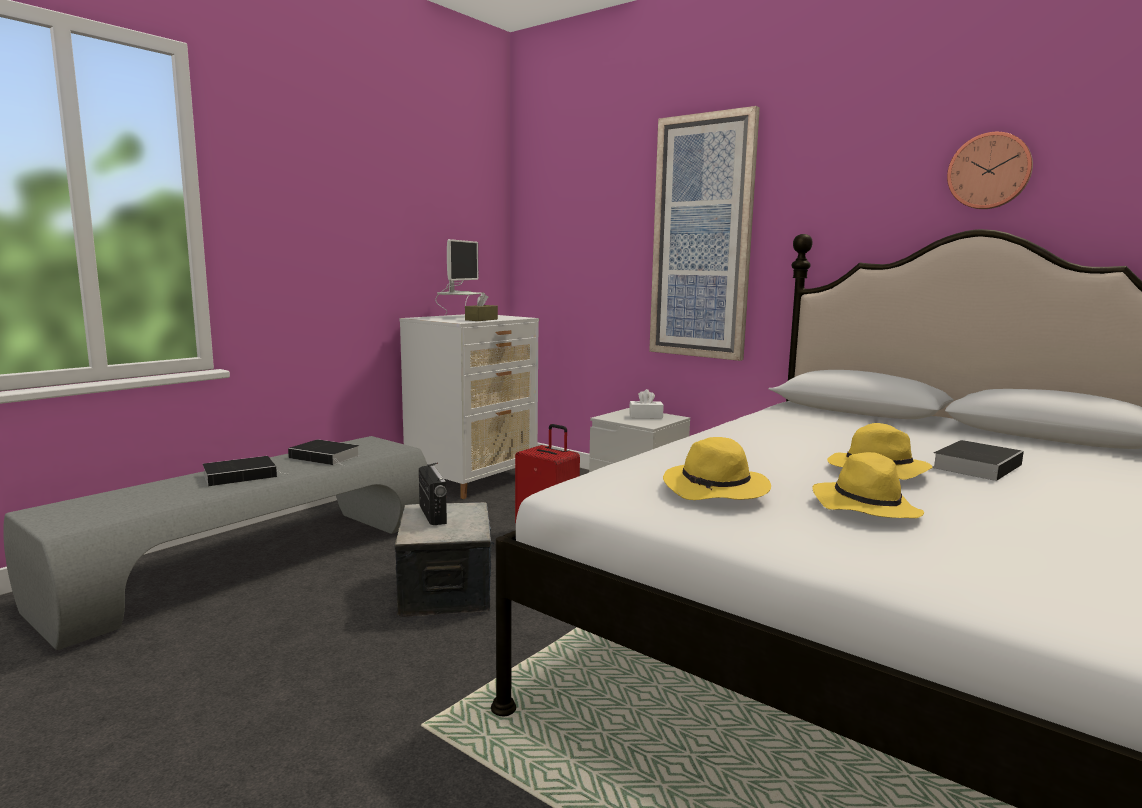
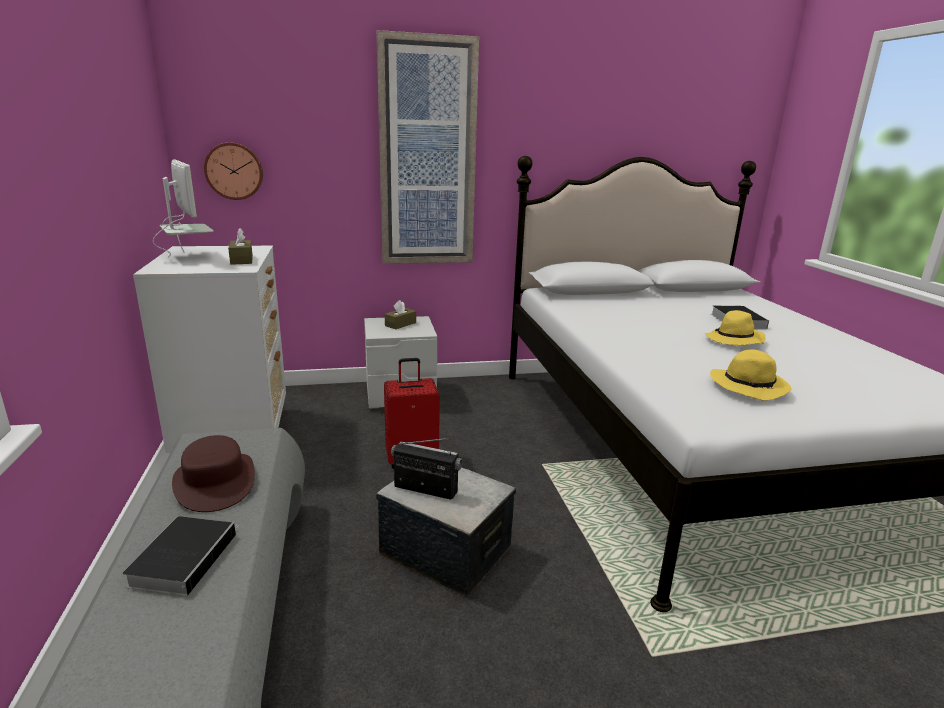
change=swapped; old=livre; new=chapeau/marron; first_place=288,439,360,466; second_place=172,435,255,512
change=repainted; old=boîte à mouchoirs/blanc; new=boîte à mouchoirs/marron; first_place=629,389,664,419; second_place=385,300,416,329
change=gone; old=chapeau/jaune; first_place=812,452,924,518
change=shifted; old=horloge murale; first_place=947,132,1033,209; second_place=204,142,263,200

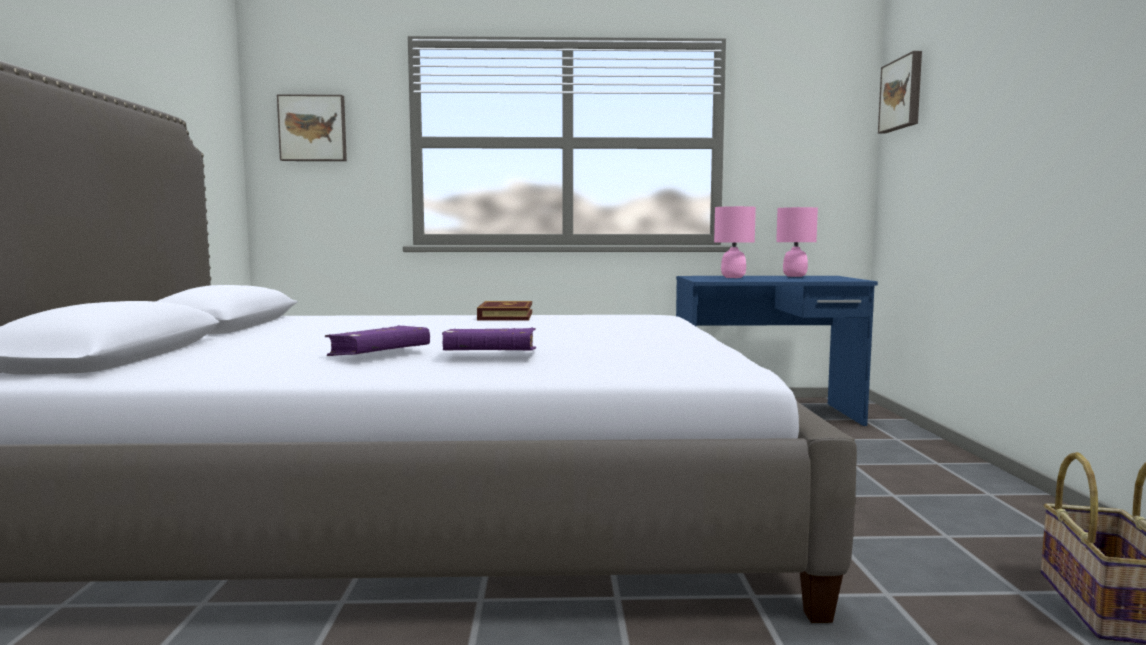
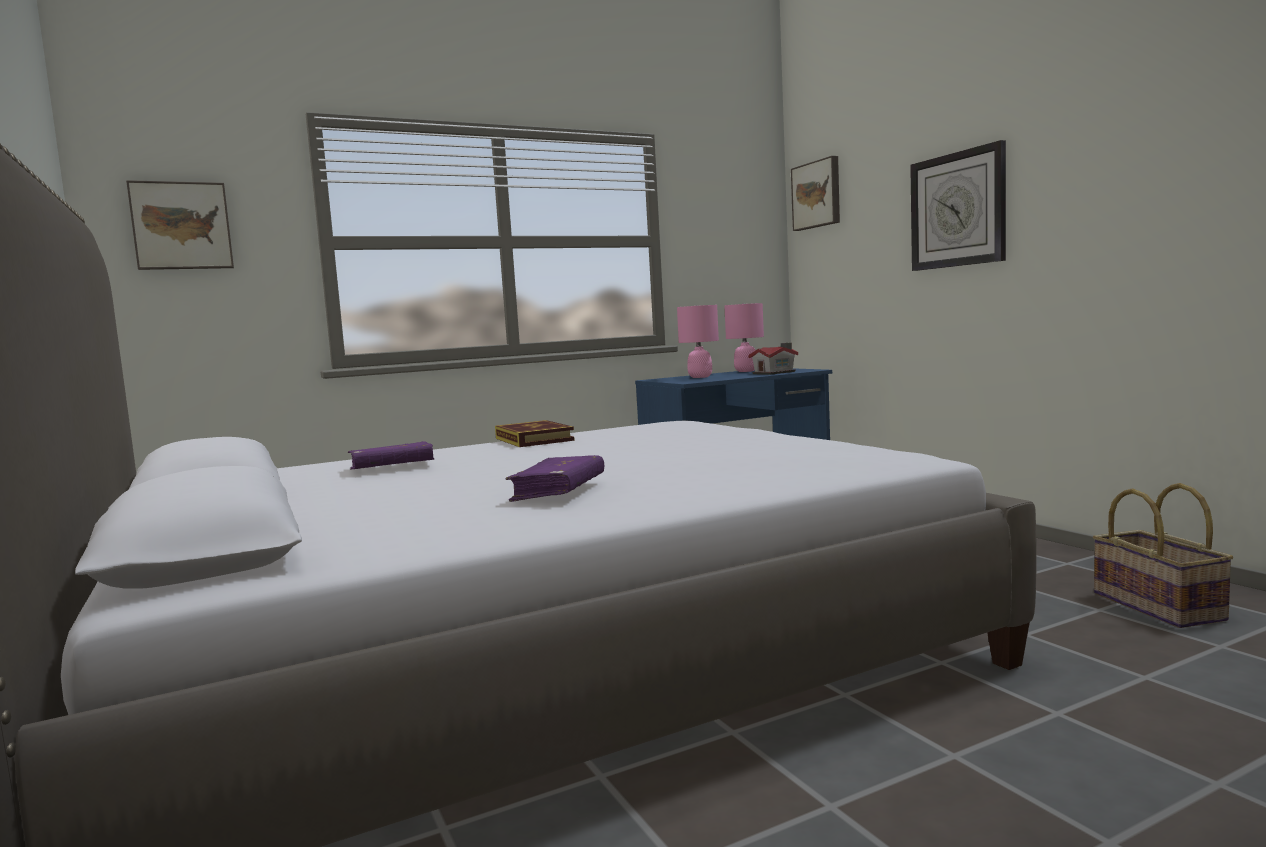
change=shifted; old=livre/violet; first_place=442,328,536,351; second_place=348,441,434,469
change=new; new=maison miniature; second_place=748,343,798,375
change=new; new=horloge murale; second_place=910,140,1006,271

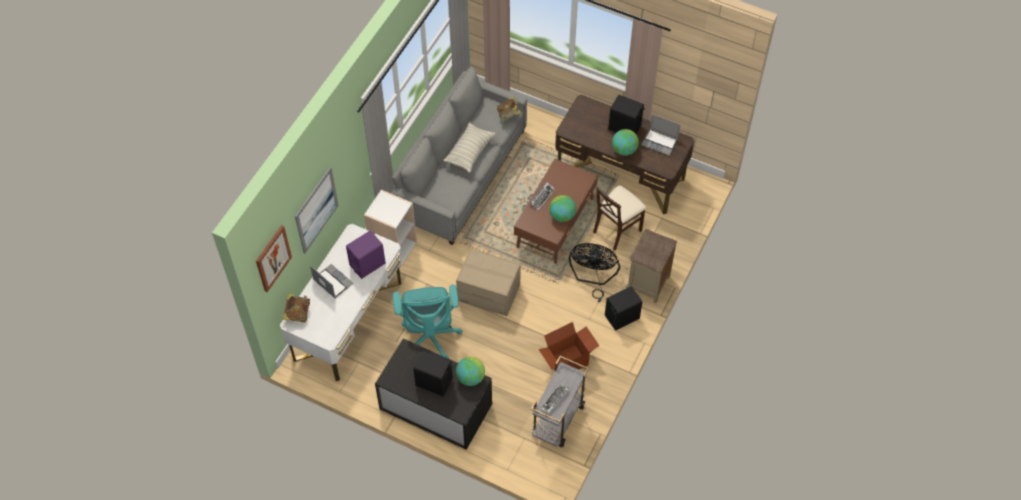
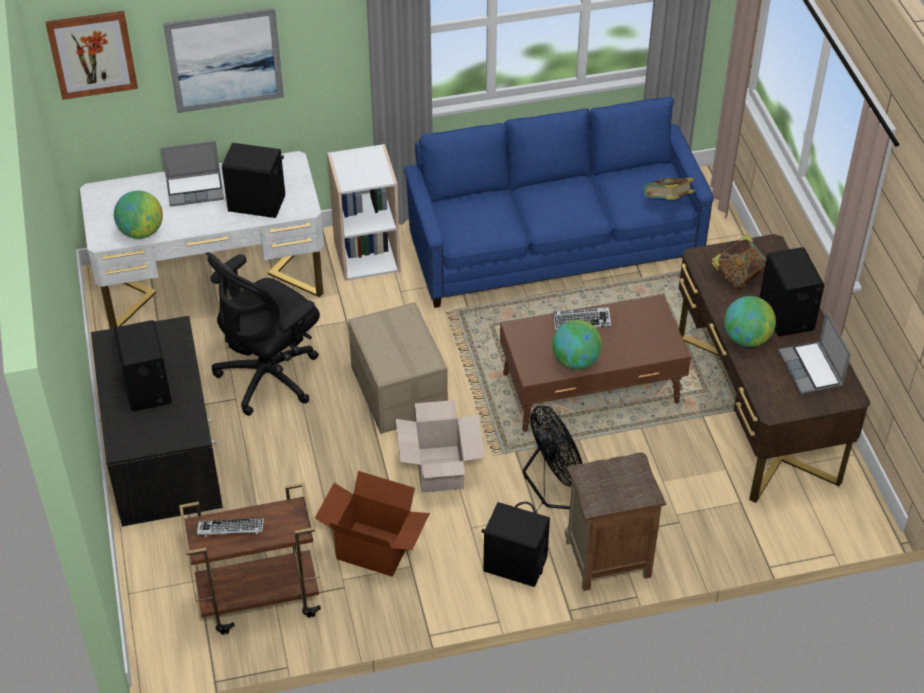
change=shifted; old=livre; first_place=282,294,310,323; second_place=711,234,767,291
change=rotated; old=ordinateur portable; first_place=310,264,353,298; second_place=161,141,224,206; degrees=75
change=repainted; old=enceinte/violet; new=enceinte/noir; first_place=346,230,386,279; second_place=222,143,285,218
change=repainted; old=canapé/gris; new=canapé/bleu; first_place=391,66,527,245; second_place=404,97,714,308
change=repainted; old=chaise de bureau/turquoise; new=chaise de bureau/noir; first_place=393,284,463,359; second_place=206,252,320,416
change=gone; old=coussin; first_place=443,122,496,173
change=shifted; old=globe; first_place=456,357,485,386; second_place=114,191,163,239
change=repainted; old=chariot/gris; new=chariot/marron; first_place=531,356,589,447; second_place=179,482,321,635
change=gone; old=chaise/beige; first_place=593,185,647,251
change=new; new=carton; second_place=396,400,485,493

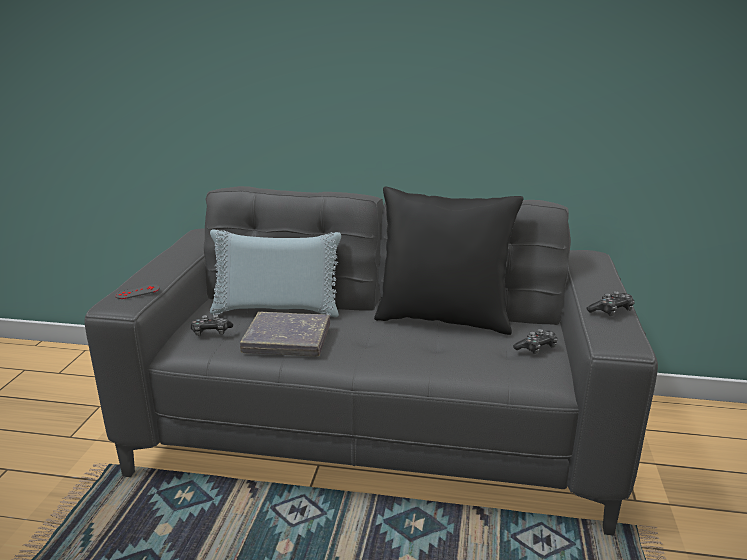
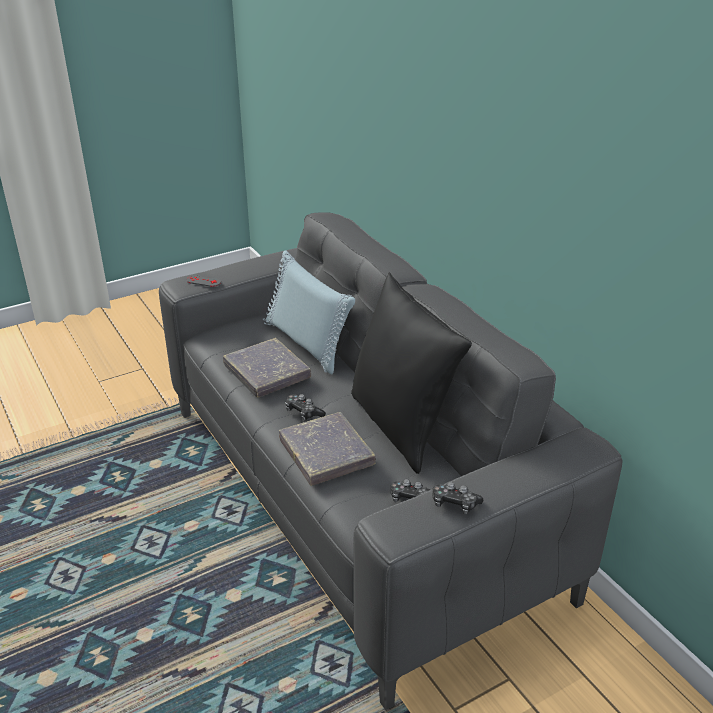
change=shifted; old=manette; first_place=191,315,233,336; second_place=285,394,326,420
change=new; new=livre/gris; second_place=279,412,376,486

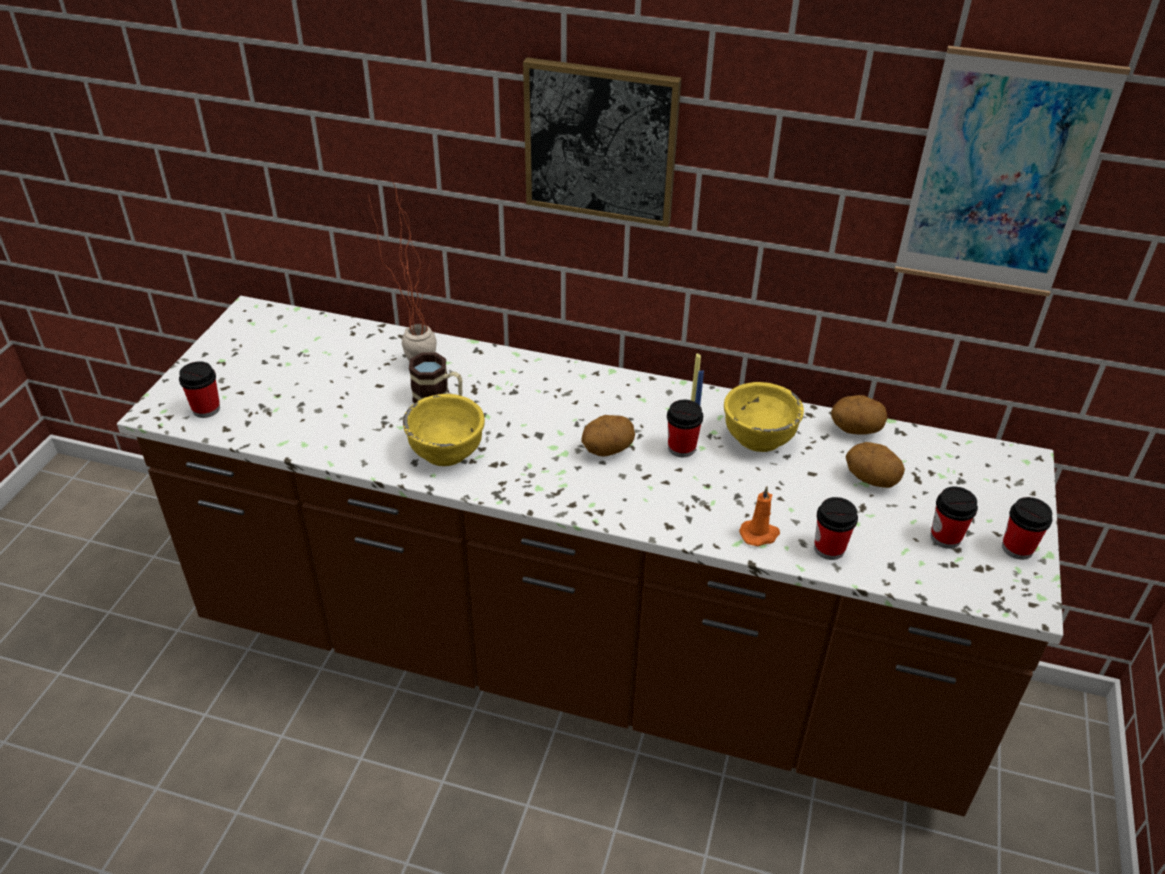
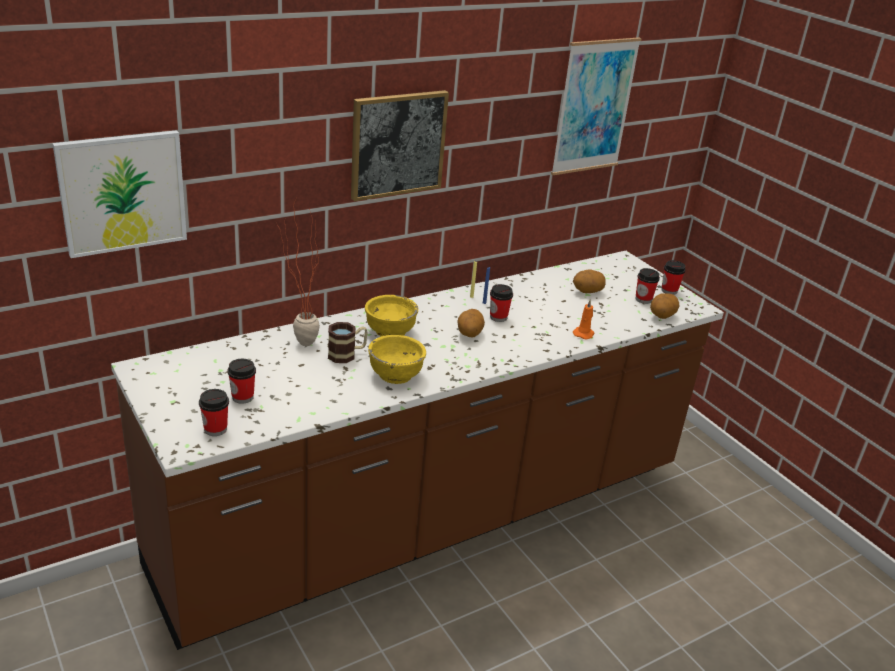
change=shifted; old=bol/jaune; first_place=724,382,804,452; second_place=365,295,418,336
change=shifted; old=tasse; first_place=814,497,858,560; second_place=228,359,256,404
change=shifted; old=pomme de terre; first_place=831,395,888,435; second_place=650,293,679,319
change=new; new=tableau; second_place=53,130,187,258

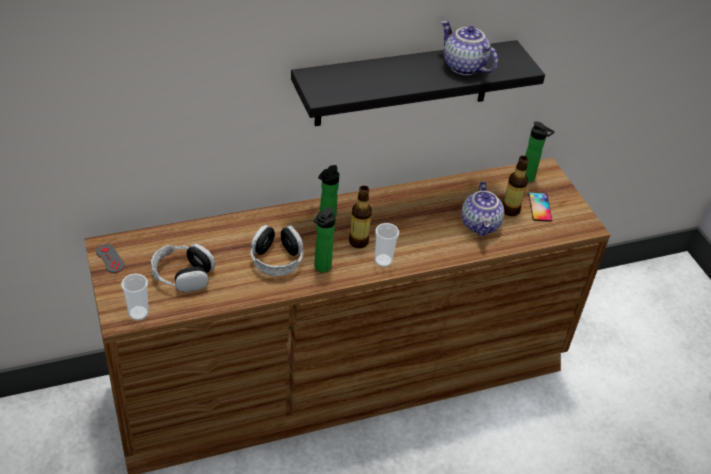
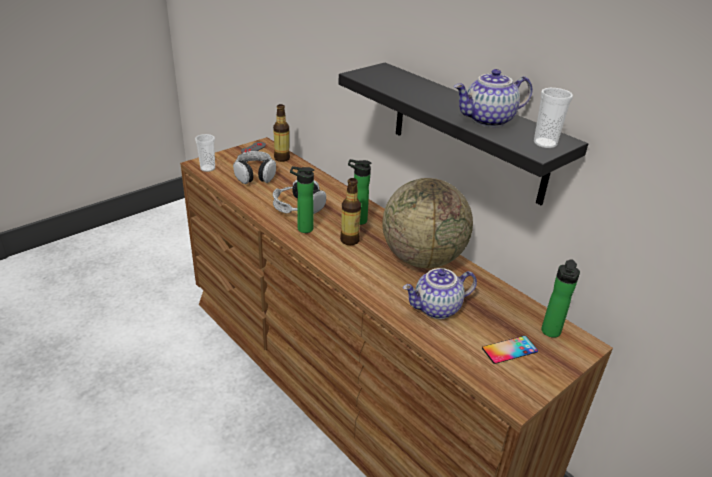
change=shifted; old=tasse; first_place=375,223,399,267; second_place=534,88,573,148
change=rotated; old=théière; first_place=441,20,498,75; second_place=454,69,532,127; degrees=-135
change=shifted; old=bouteille; first_place=503,156,529,216; second_place=273,104,290,162
change=new; new=globe; second_place=382,178,473,268

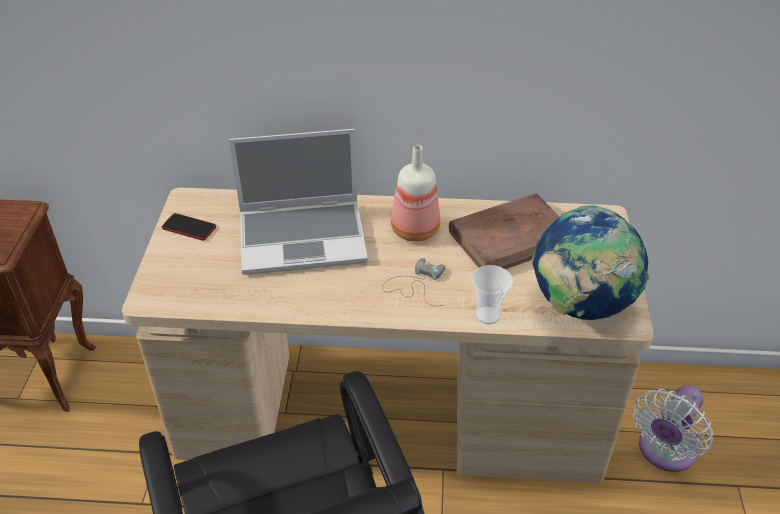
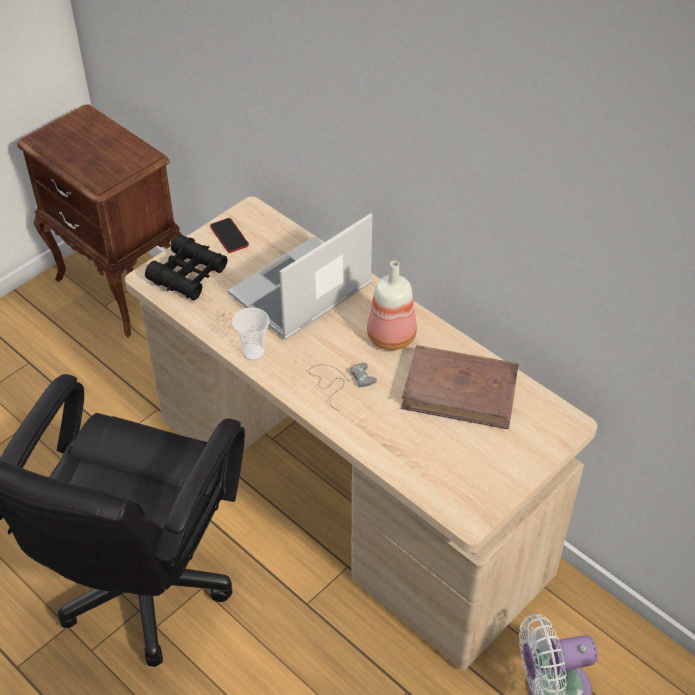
change=rotated; old=ordinateur portable; first_place=229,129,368,275; second_place=228,213,372,340; degrees=105
change=shifted; old=tasse; first_place=472,265,513,325; second_place=232,307,270,361
change=gone; old=globe; first_place=532,205,650,320
change=new; new=jumelles/noir; second_place=145,235,227,300

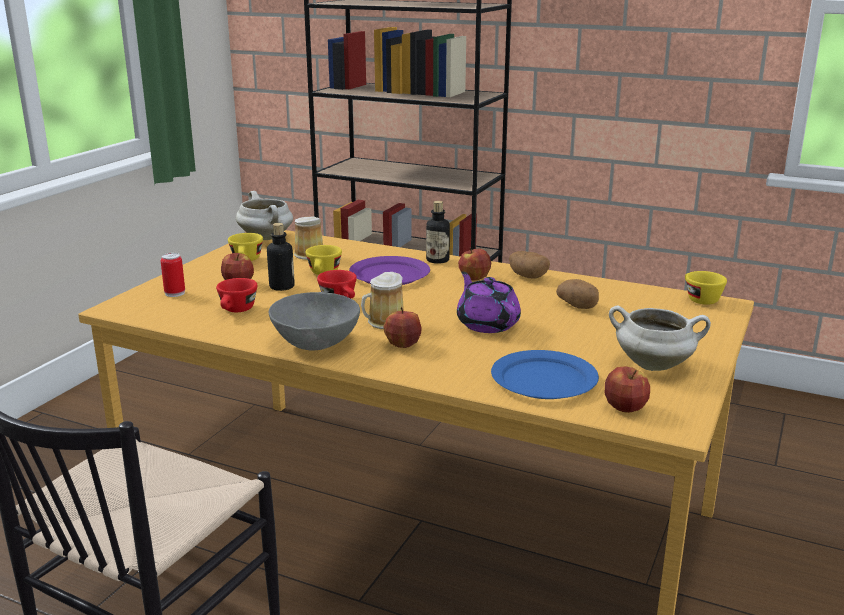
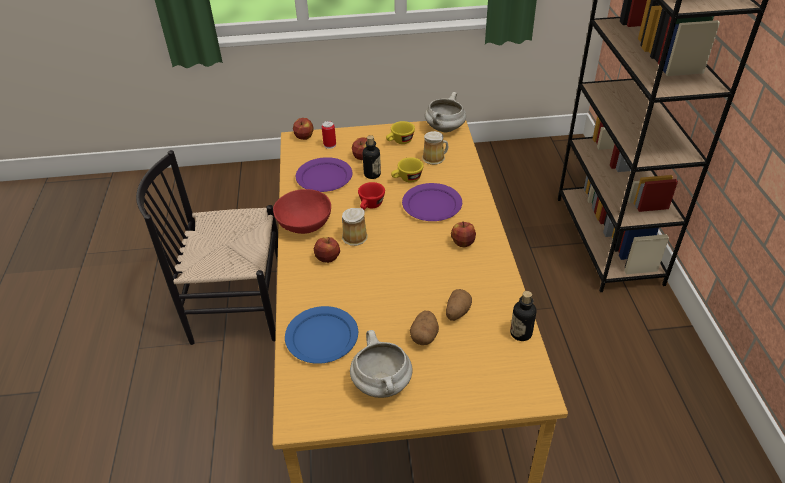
change=swapped; old=tasse/rouge; new=assiette/violet; first_place=216,278,257,312; second_place=296,157,353,192
change=repainted; old=bol/gris; new=bol/rouge; first_place=269,292,360,351; second_place=273,189,331,234
change=shifted; old=bouteille; first_place=426,201,450,264; second_place=510,291,536,341
change=gone; old=théière/violet; first_place=457,272,521,333
change=shifted; old=pomme de terre; first_place=509,251,550,278; second_place=410,311,439,345
change=shifted; old=pomme; first_place=605,367,650,413; second_place=293,118,314,140
change=gone; old=tasse/jaune; first_place=685,271,727,305

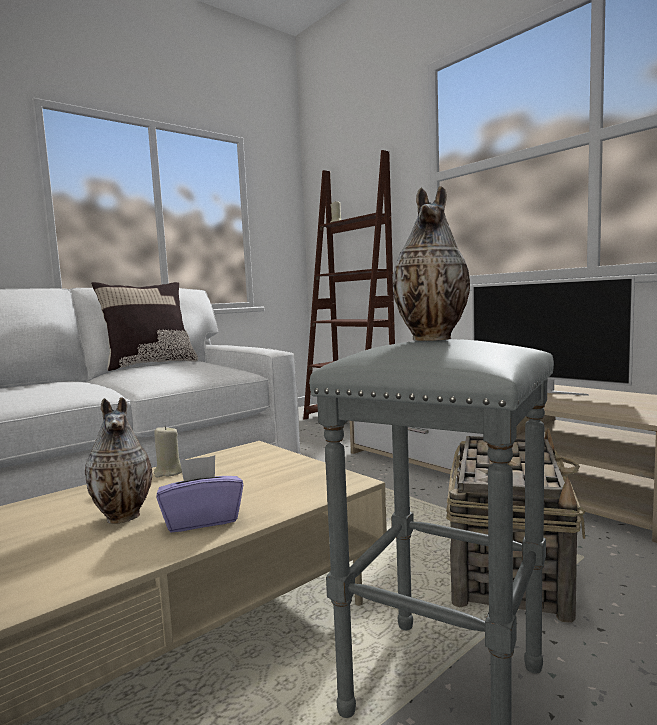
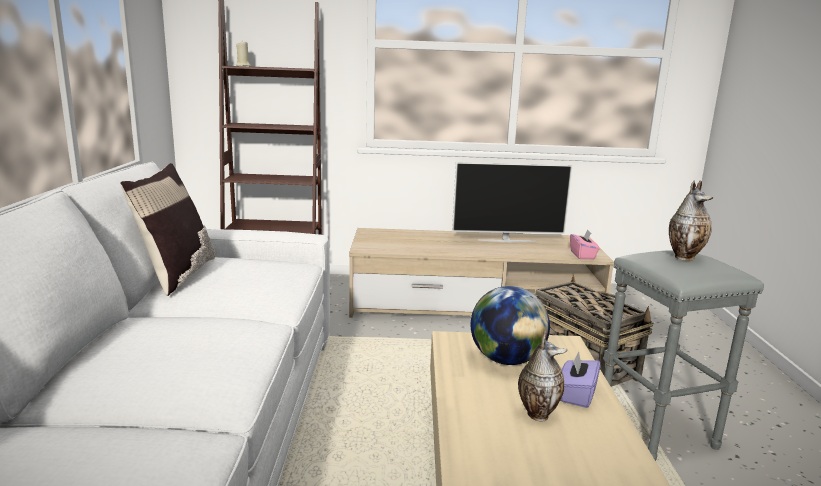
change=gone; old=bougie/beige; first_place=154,426,182,478
change=new; new=globe; second_place=471,286,550,365
change=new; new=boîte à mouchoirs/rose; second_place=570,230,600,259

